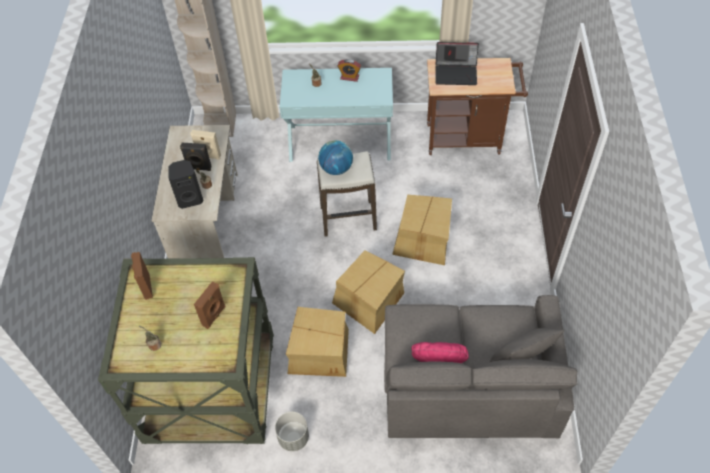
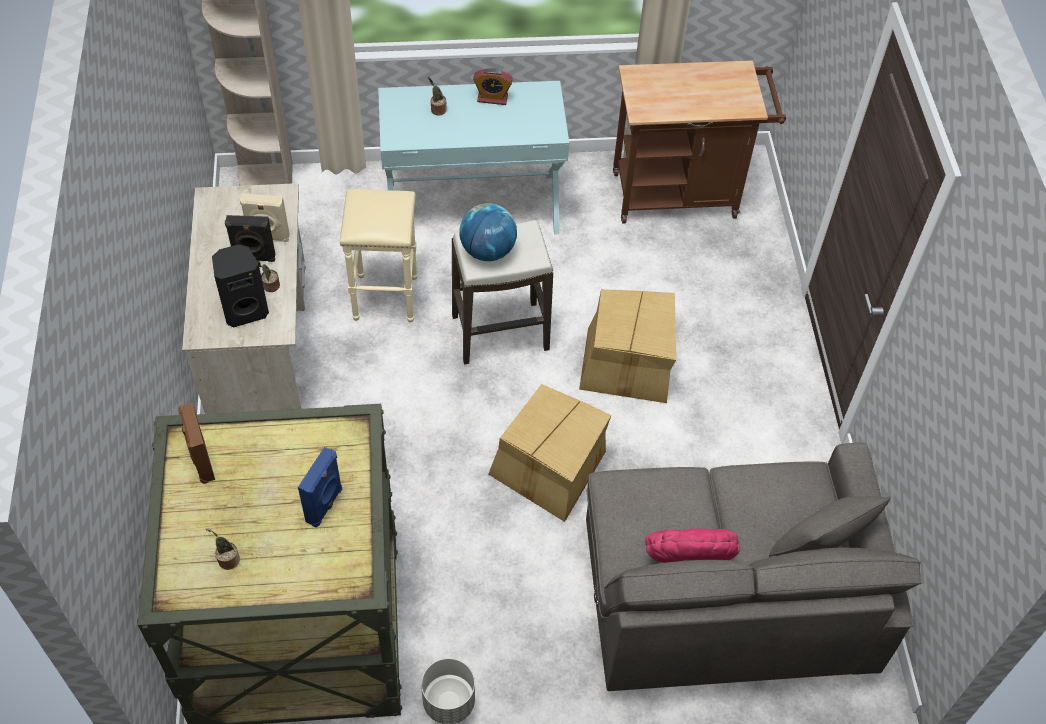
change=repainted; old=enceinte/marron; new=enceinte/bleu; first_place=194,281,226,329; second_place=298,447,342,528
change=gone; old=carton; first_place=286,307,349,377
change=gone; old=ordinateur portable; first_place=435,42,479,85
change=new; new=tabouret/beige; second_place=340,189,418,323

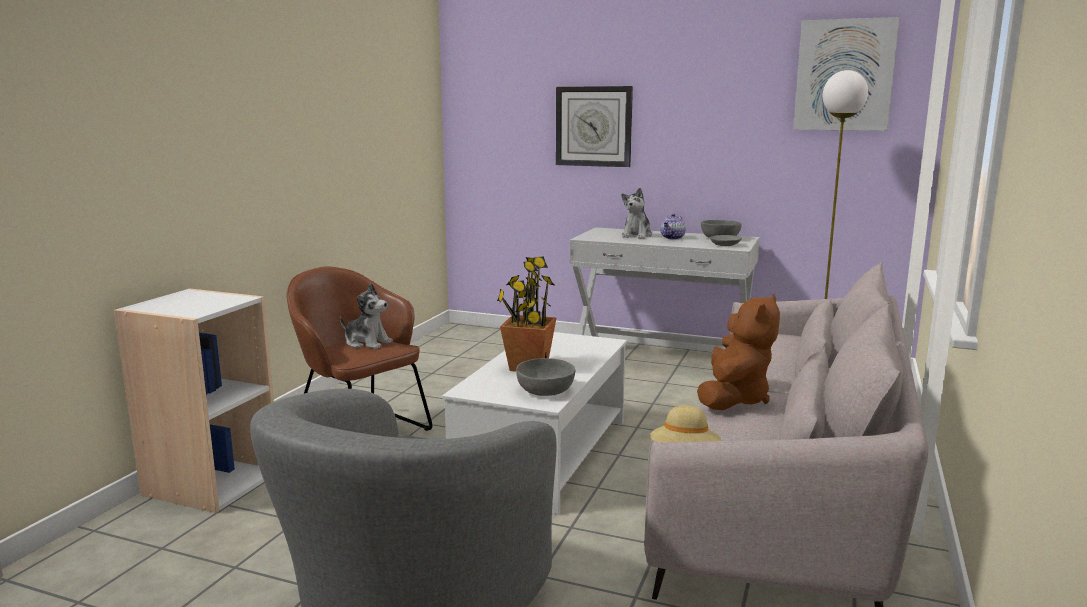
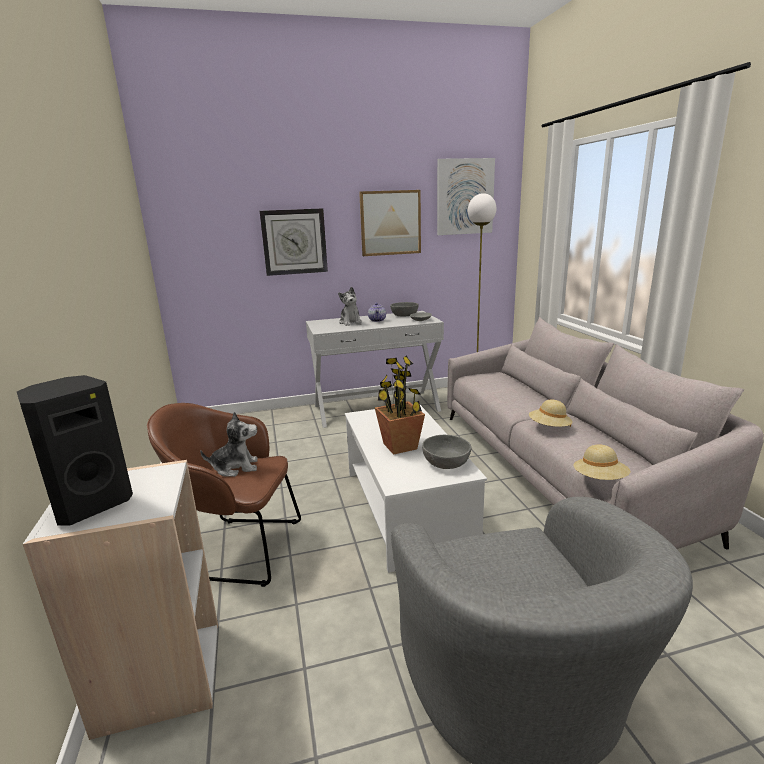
change=swapped; old=peluche/marron; new=chapeau/beige; first_place=697,294,780,410; second_place=529,399,573,427
change=new; new=enceinte/noir; second_place=17,375,133,526
change=new; new=tableau; second_place=359,190,421,256

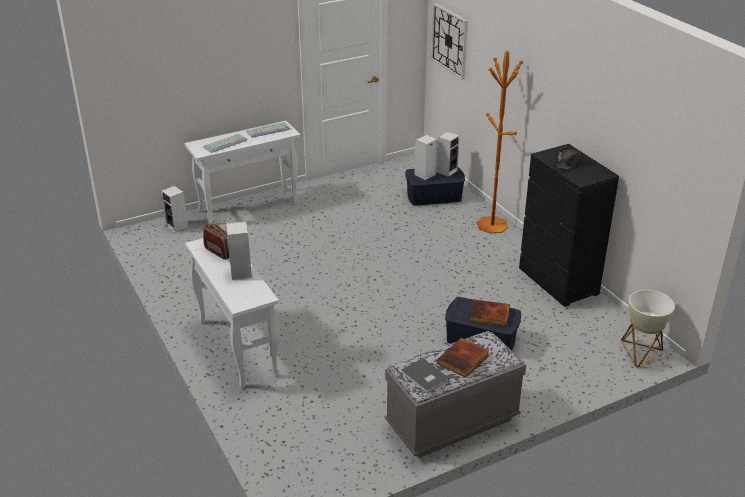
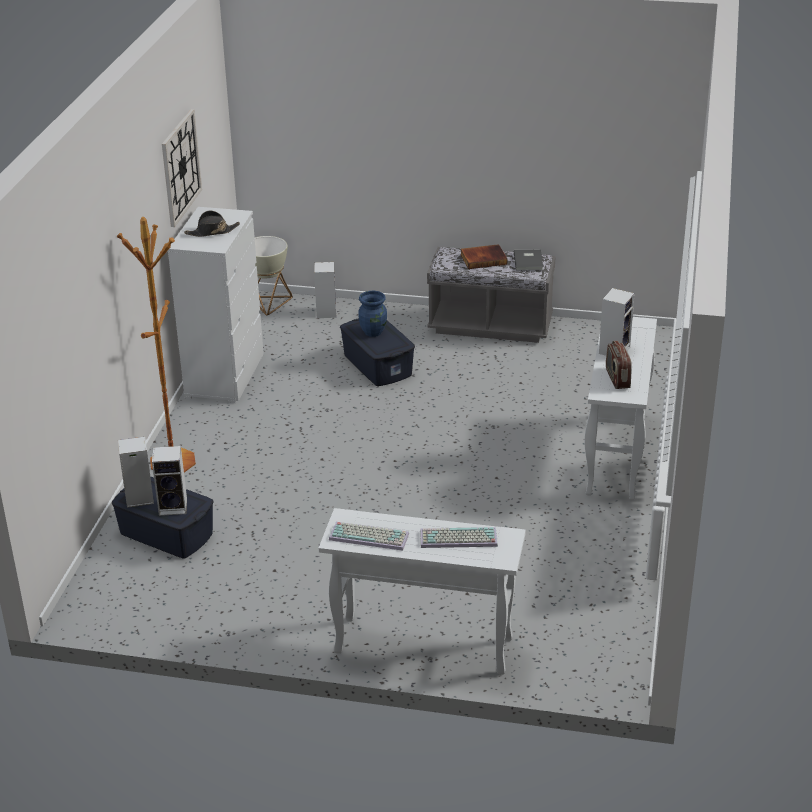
change=shifted; old=enceinte; first_place=161,186,188,233; second_place=314,262,336,318
change=shifted; old=horloge murale; first_place=431,3,468,80; second_place=162,109,202,227
change=swapped; old=livre; new=vase/bleu; first_place=469,299,510,327; second_place=358,291,387,337
change=repainted; old=commode/noir; new=commode/blanc; first_place=519,144,619,307; second_place=168,207,264,403

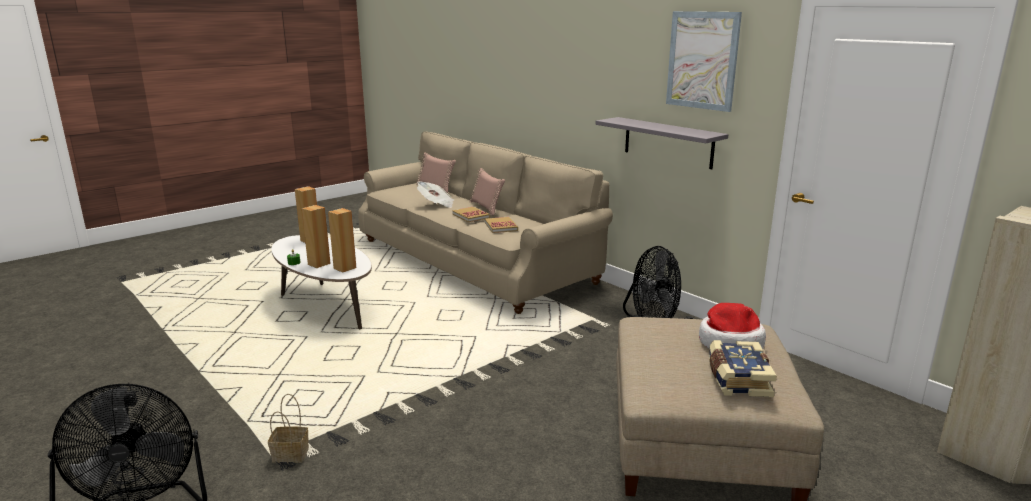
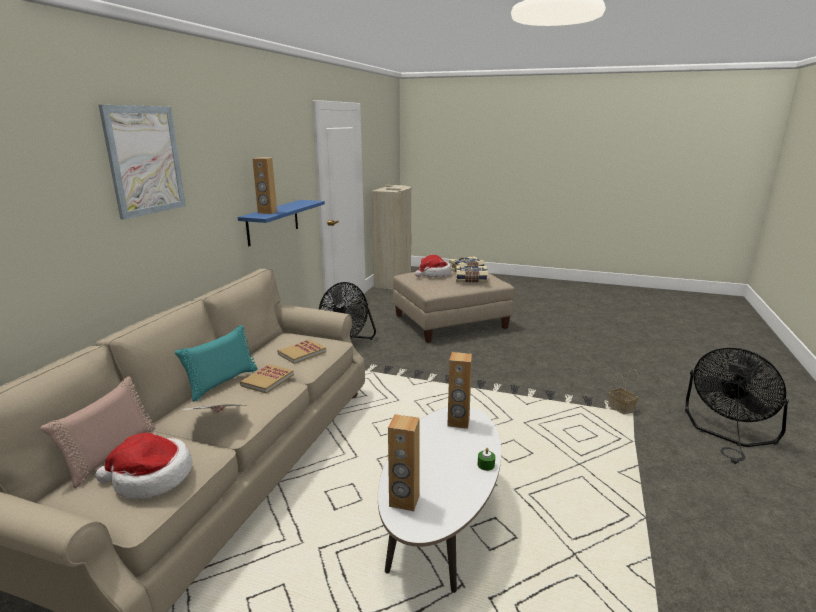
change=shifted; old=enceinte/marron; first_place=302,205,331,268; second_place=252,157,277,214
change=repainted; old=coussin/beige; new=coussin/turquoise; first_place=469,168,505,216; second_place=175,325,258,402
change=repainted; old=étagère/gris; new=étagère/bleu; first_place=595,117,728,169; second_place=238,200,325,247
change=shifted; old=tableau; first_place=666,11,742,112; second_place=99,105,186,220
change=new; new=chapeau; second_place=95,433,192,499
change=new; new=livre; second_place=456,265,488,283

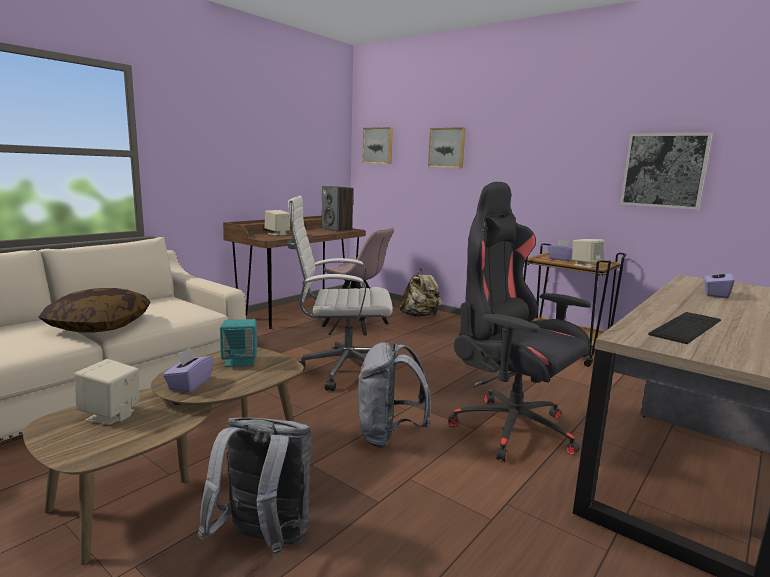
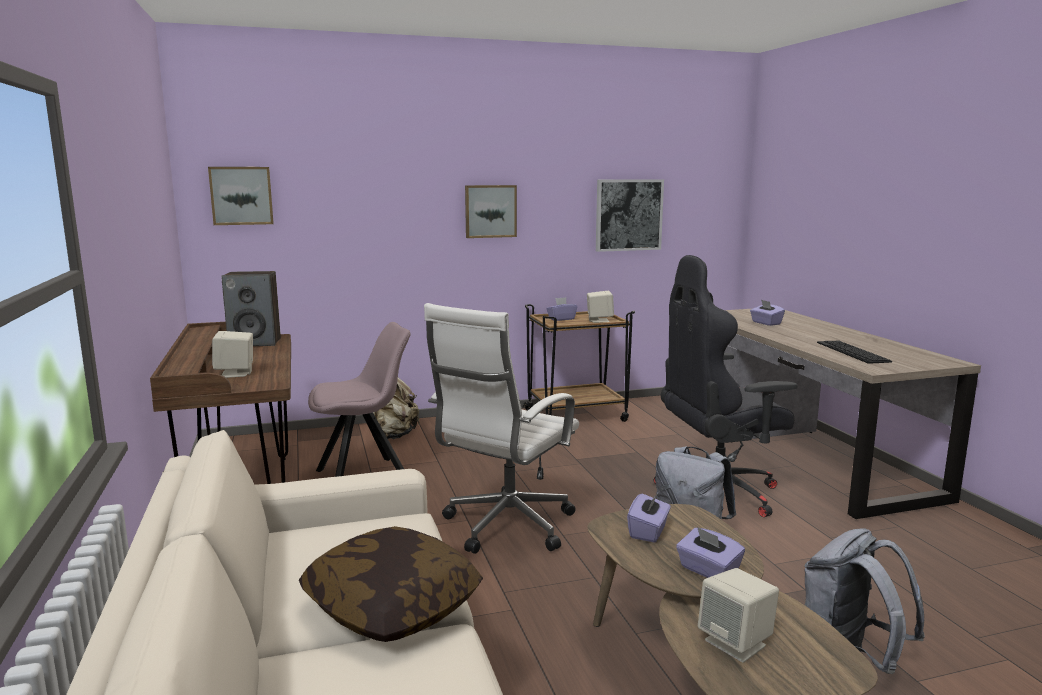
change=swapped; old=enceinte/turquoise; new=boîte à mouchoirs/violet; first_place=220,319,257,367; second_place=627,492,671,543
change=shifted; old=tableau; first_place=428,127,466,168; second_place=465,185,517,238

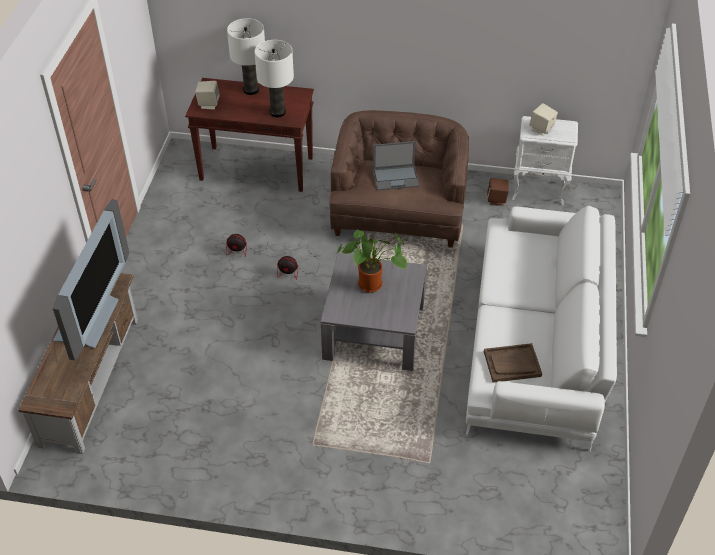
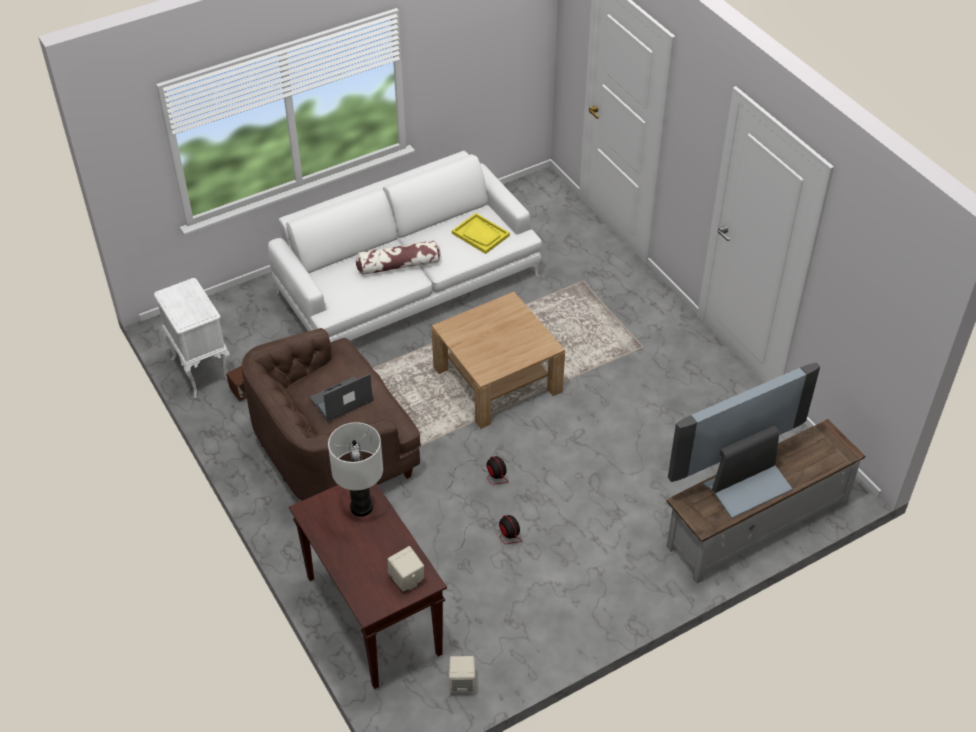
change=gone; old=lampe de table/blanc; first_place=227,18,265,95
change=repainted; old=table basse/gris; new=table basse/marron; first_place=321,254,427,371; second_place=432,292,565,429
change=gone; old=plante en pot; first_place=337,230,407,293
change=rotated; old=ordinateur portable; first_place=373,141,419,190; second_place=310,373,373,422; degrees=-75
change=repainted; old=plateau/marron; new=plateau/jaune; first_place=484,343,542,383; second_place=452,213,510,254
change=shifted; old=enceinte/beige; first_place=529,103,558,136; second_place=449,656,475,692
change=new; new=coussin; second_place=356,240,441,275

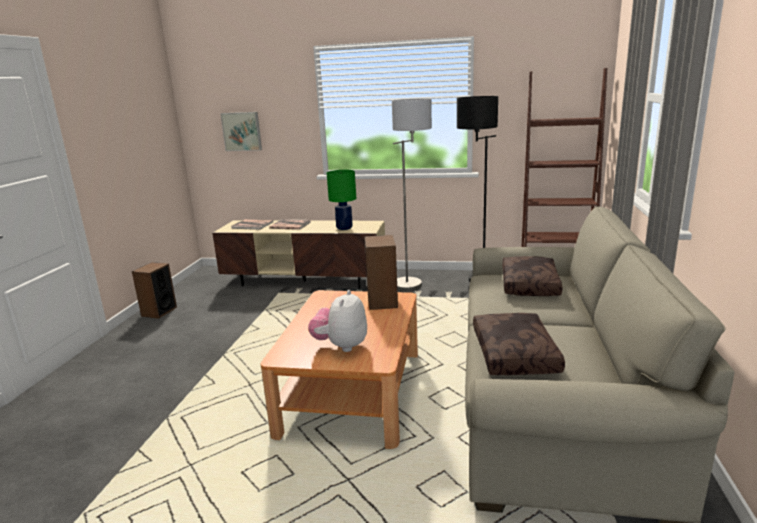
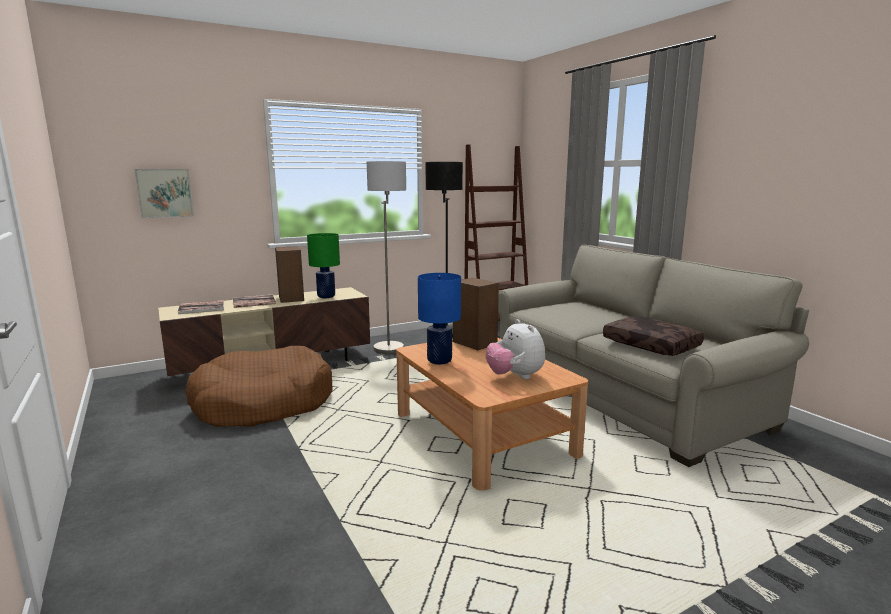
change=shifted; old=enceinte; first_place=132,262,177,319; second_place=275,246,304,303
change=gone; old=coussin/marron; first_place=502,256,562,296
change=new; new=panier pour chien/marron; second_place=185,346,333,427
change=new; new=lampe de table/bleu; second_place=418,273,461,365

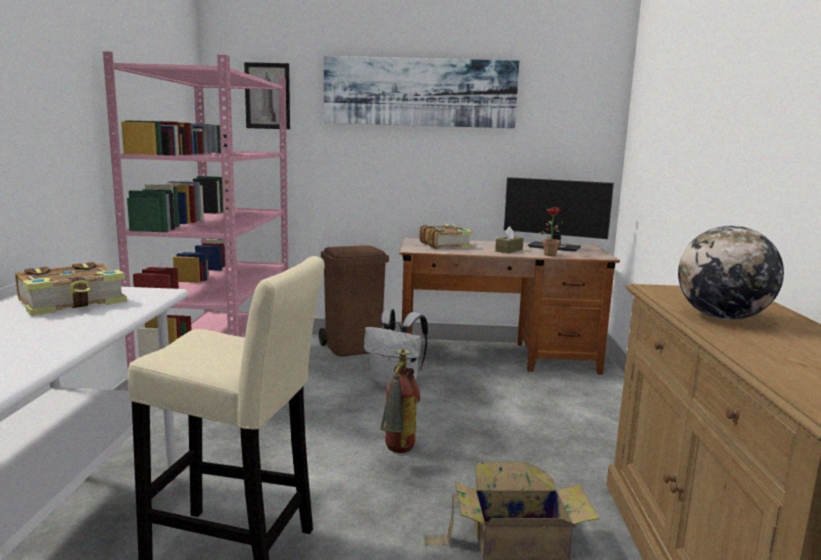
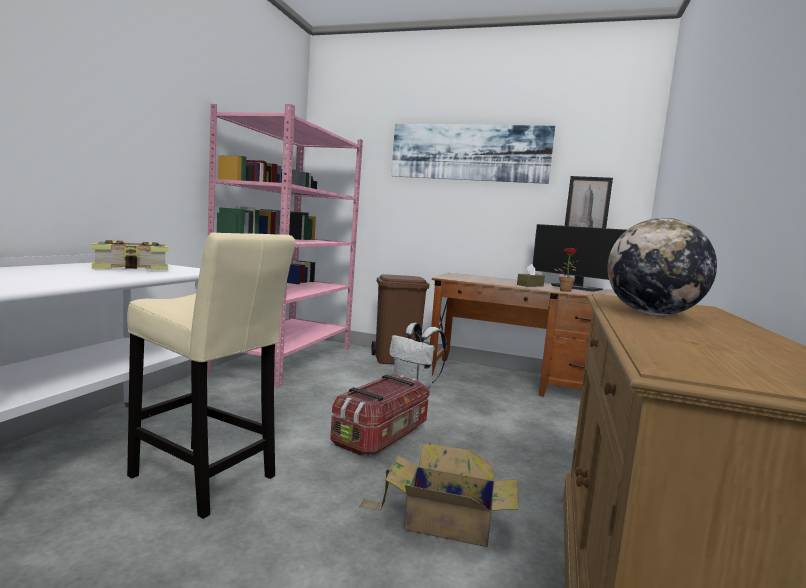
change=shifted; old=tableau; first_place=244,62,290,129; second_place=565,176,613,228
change=swapped; old=extincteur; new=boîte de rangement; first_place=380,349,420,453; second_place=330,374,430,456
change=gone; old=livre; first_place=419,224,473,249

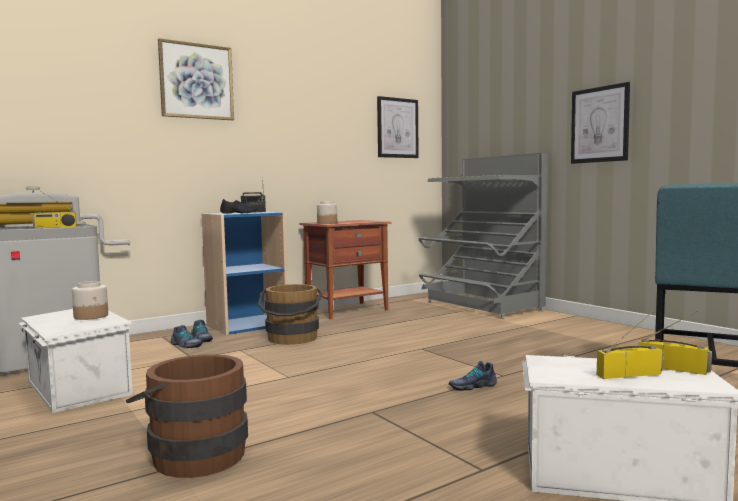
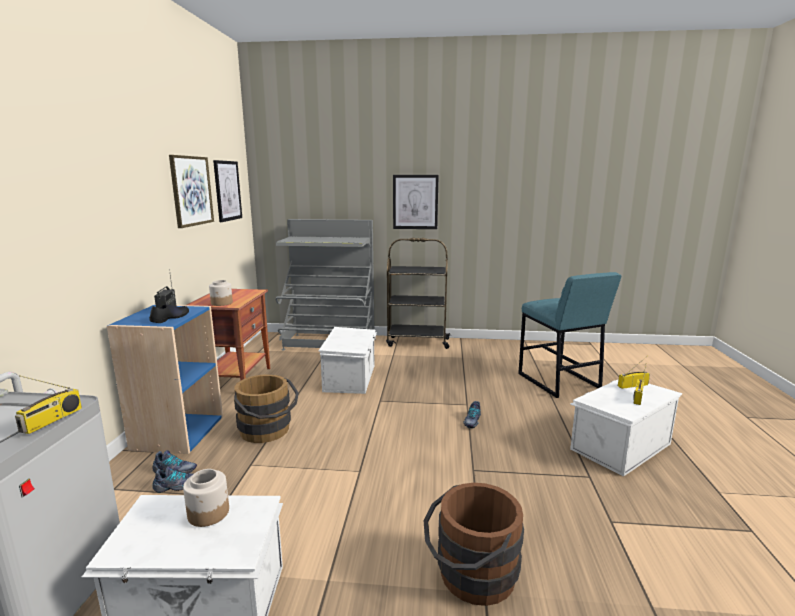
change=shifted; old=tableau; first_place=158,38,234,120; second_place=169,155,214,228
change=new; new=boîte de rangement/blanc; second_place=319,327,377,394
change=new; new=chariot/noir; second_place=386,238,452,349

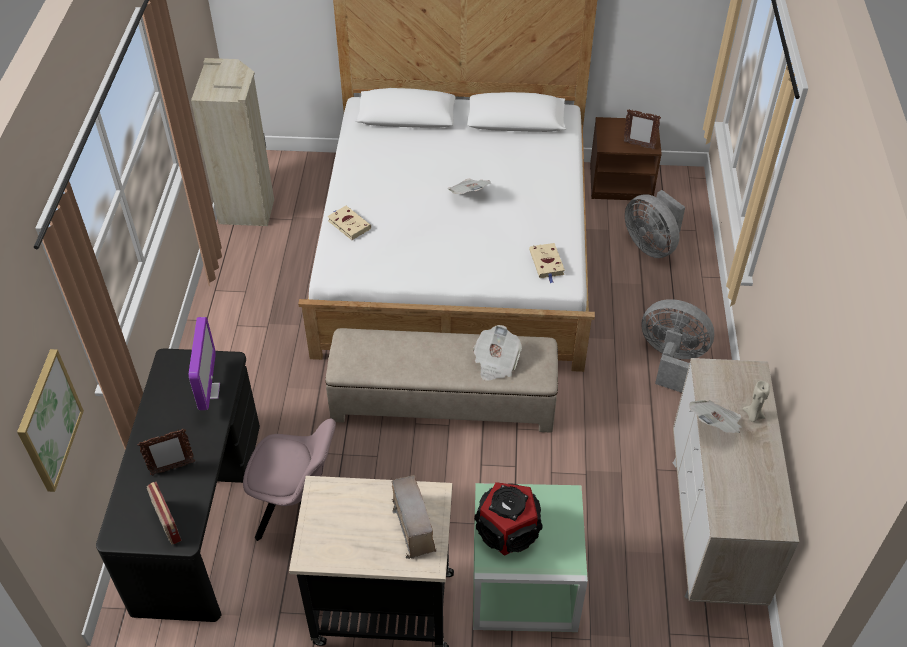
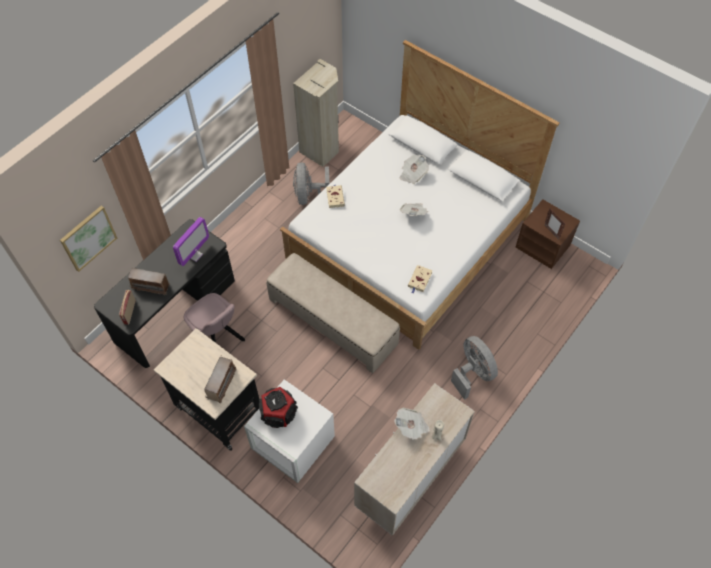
change=swapped; old=cadre photo; new=radio; first_place=137,429,195,476; second_place=128,268,170,295
change=shifted; old=journal; first_place=473,325,522,381; second_place=400,154,429,184
change=repainted; old=boîte de rangement/vert; new=boîte de rangement/blanc; first_place=473,483,588,632; second_place=244,380,335,483
change=shifted; old=ventilateur/gris; first_place=625,190,685,258; second_place=293,162,330,205

